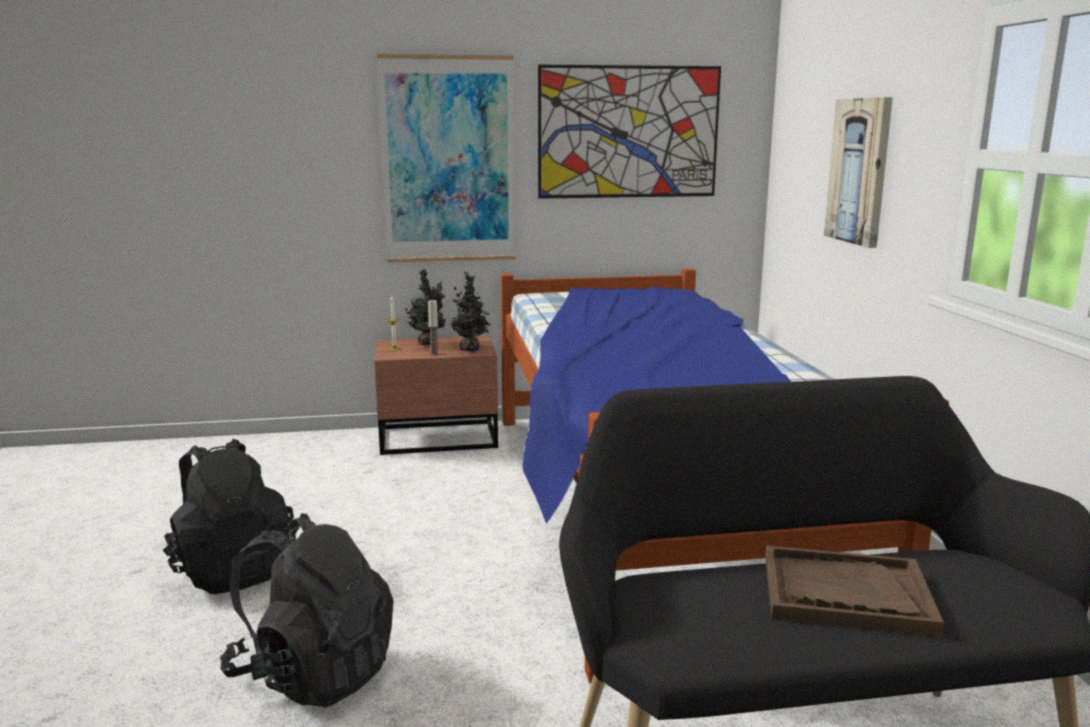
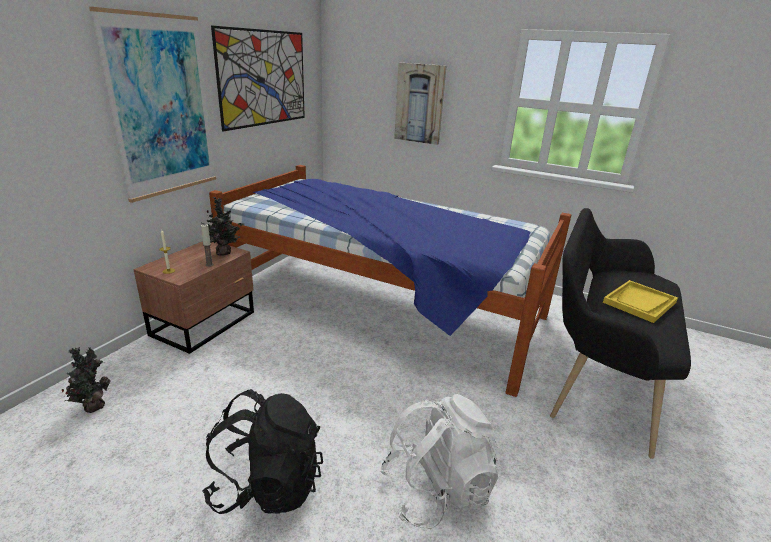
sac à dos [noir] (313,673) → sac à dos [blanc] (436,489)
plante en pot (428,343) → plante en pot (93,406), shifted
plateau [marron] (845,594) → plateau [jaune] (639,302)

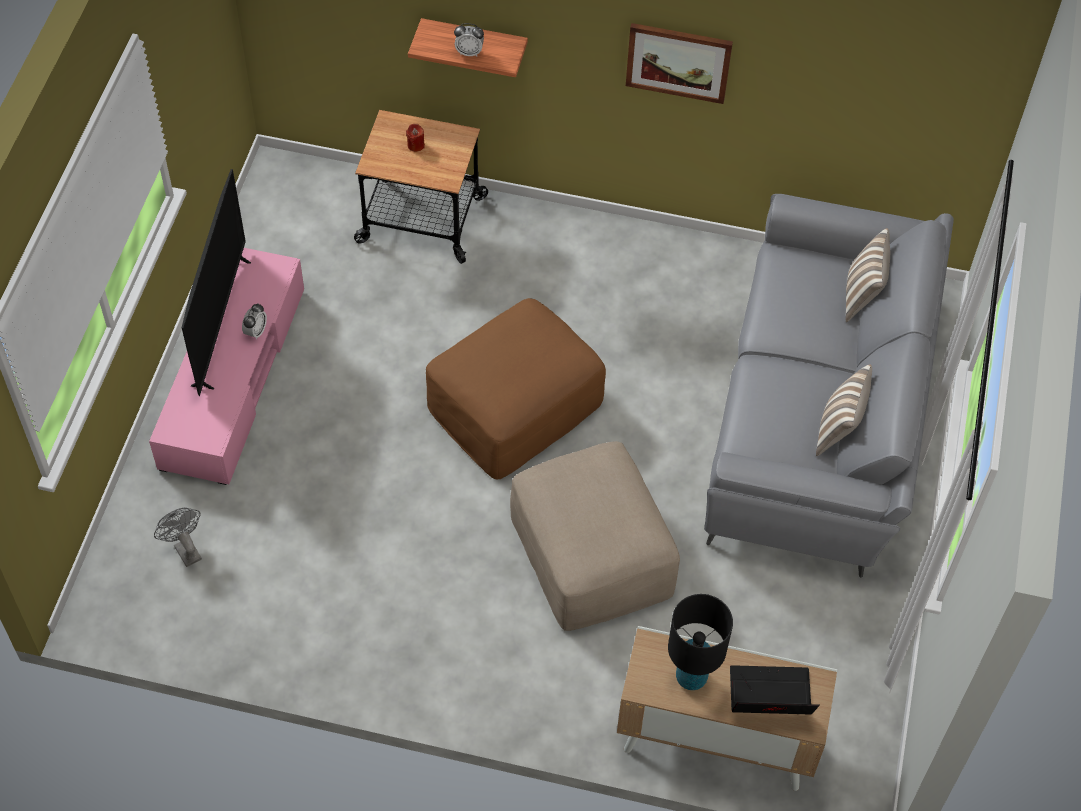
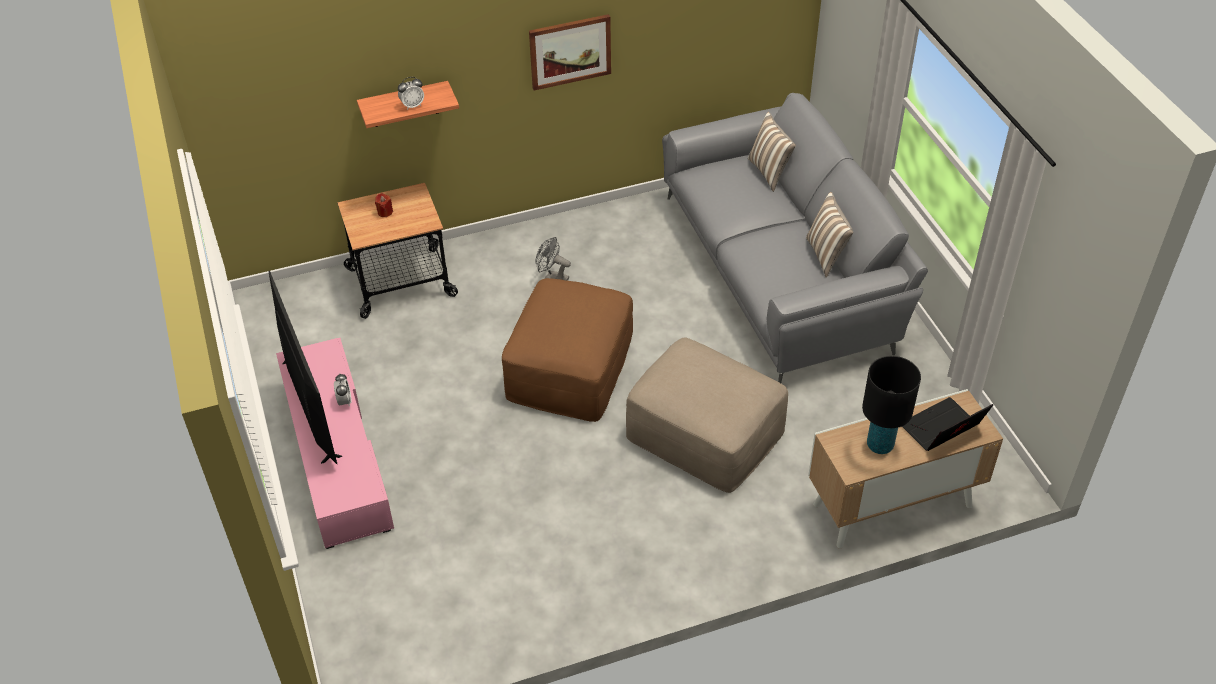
ventilateur [gris] (185,549) → ventilateur [gris] (552,278), shifted

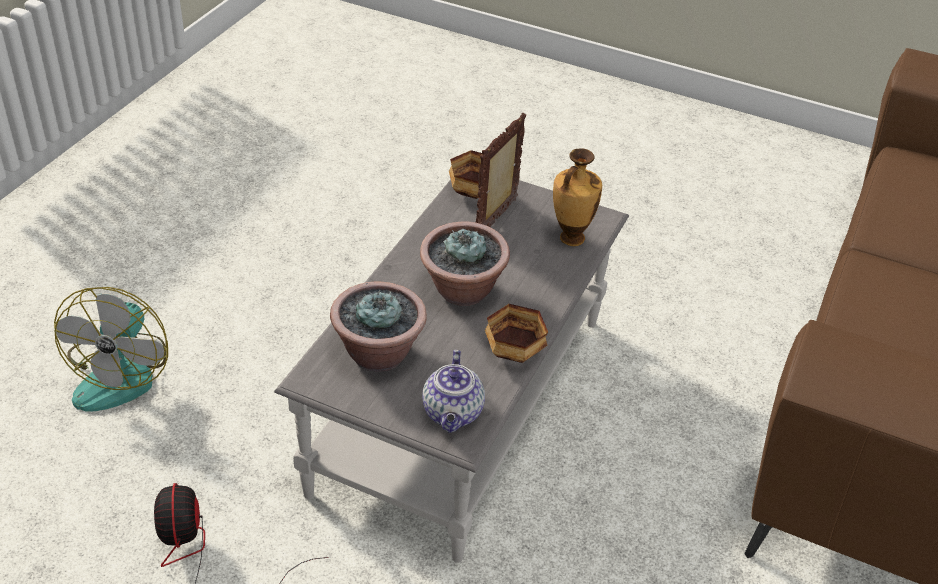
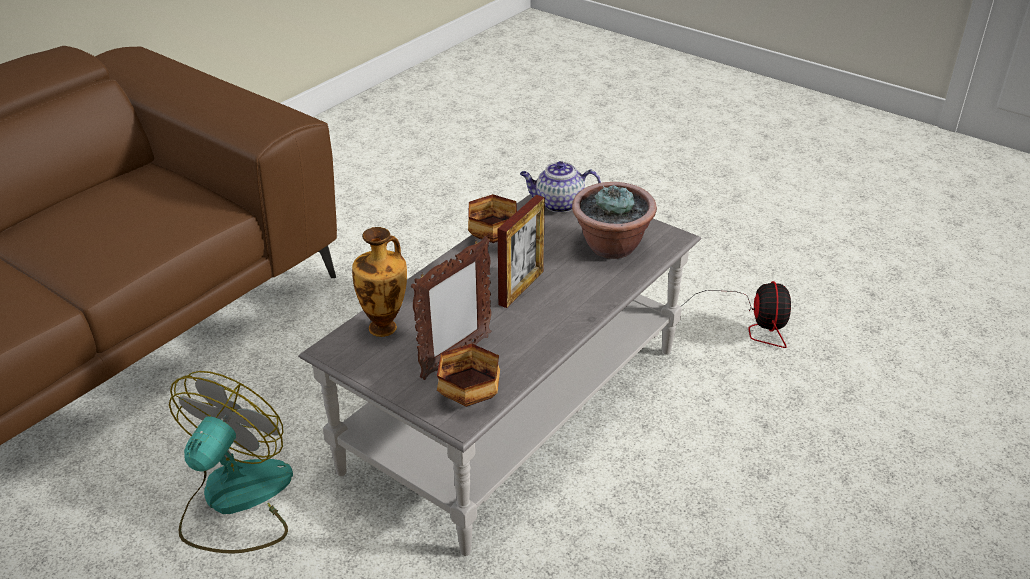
ventilateur (122,373) → ventilateur (235,501), shifted
plante en pot (462,291) → cadre photo (521,288)
théière (453,414) → théière (558,204), 105 degrees counterclockwise

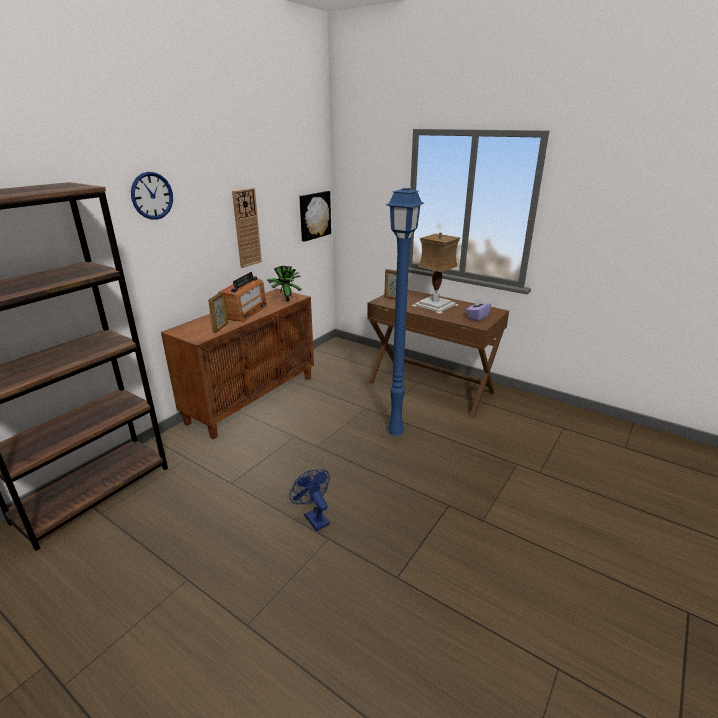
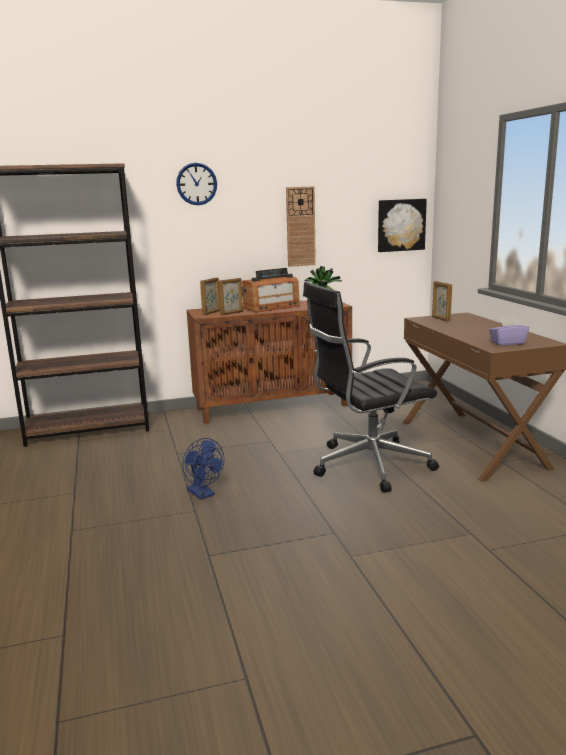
ventilateur [bleu] (313,517) → ventilateur [bleu] (203,494), 135 degrees clockwise
lampadaire [bleu] (394,432) → chaise de bureau [noir] (367,465)
lampe de table (435,305) → -
- → cadre photo (211,312)

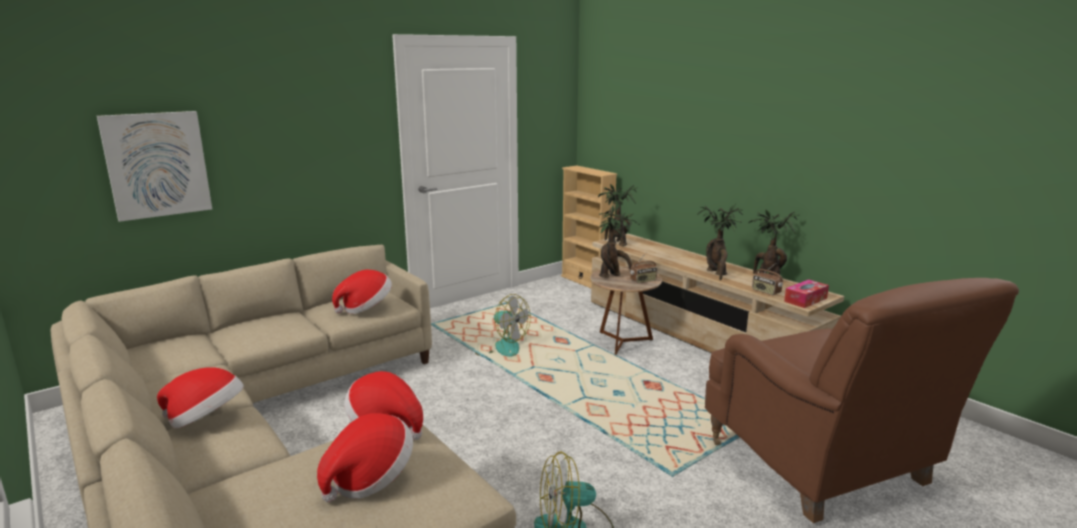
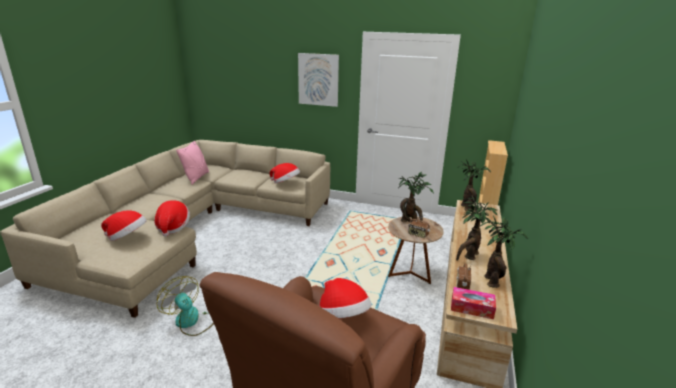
tableau (157,164) → tableau (318,79), shifted
chapeau (206,420) → chapeau (343,317), shifted
ventilateur (501,347) → -
- → coussin [rose] (196,178)

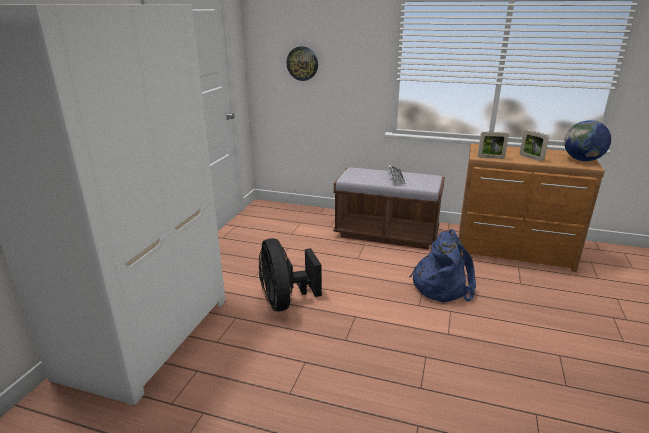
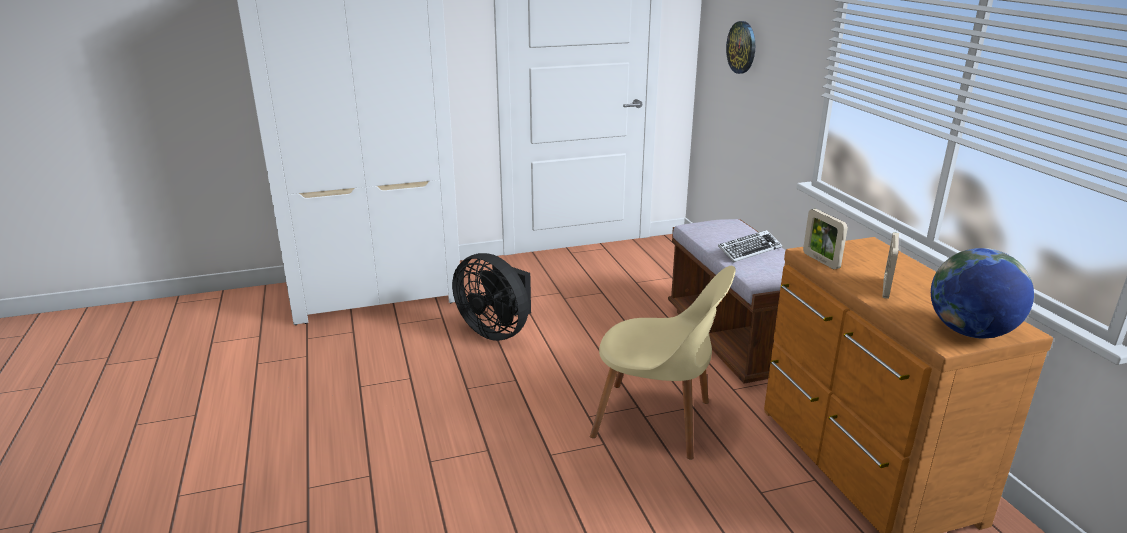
ventilateur [noir] (285,301) → ventilateur [noir] (496,330), 90 degrees counterclockwise
sac à dos [bleu] (441,286) → chaise [beige] (657,421)

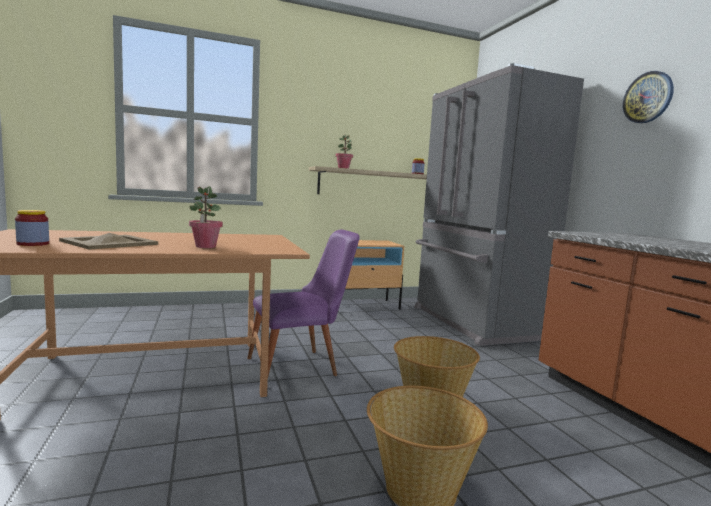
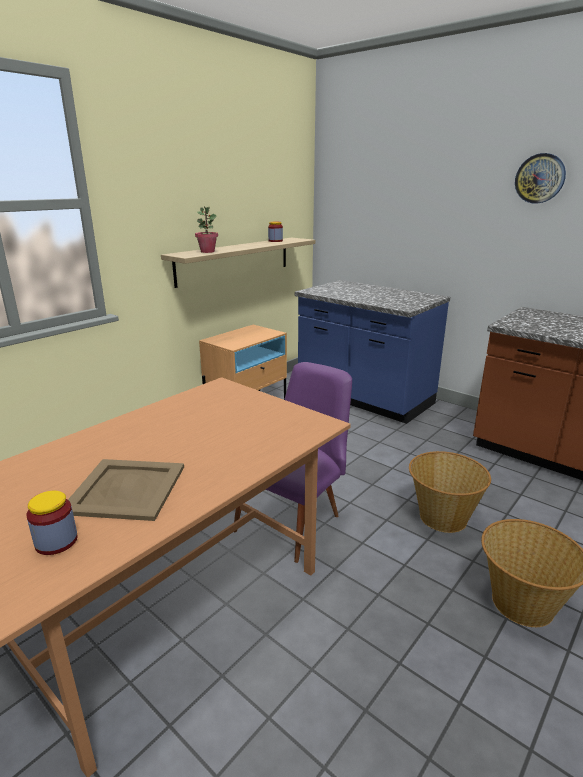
plante en pot (205,246) → -
réfrigérateur [gris] (472,323) → comptoir de cuisine [bleu] (364,398)

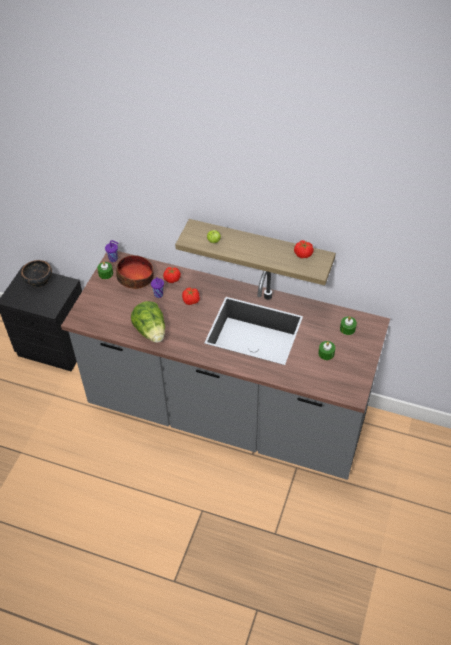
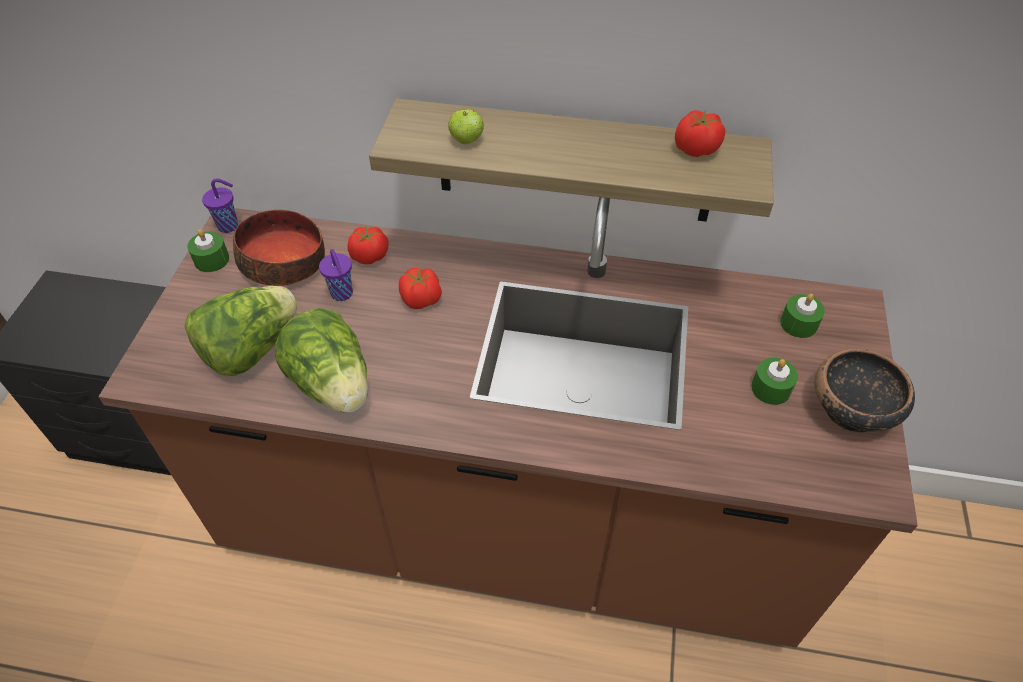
bol (38,280) → bol (851,410), shifted
comptoir de cuisine [gris] (227,414) → comptoir de cuisine [marron] (511,526)
- → laitue (251,349)

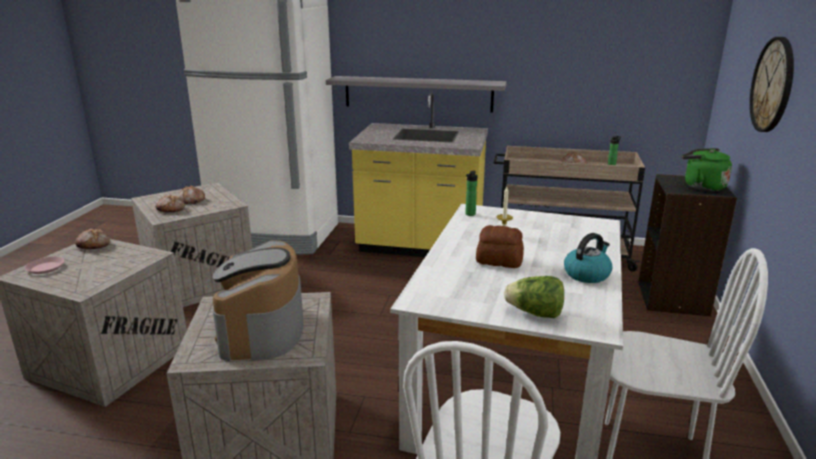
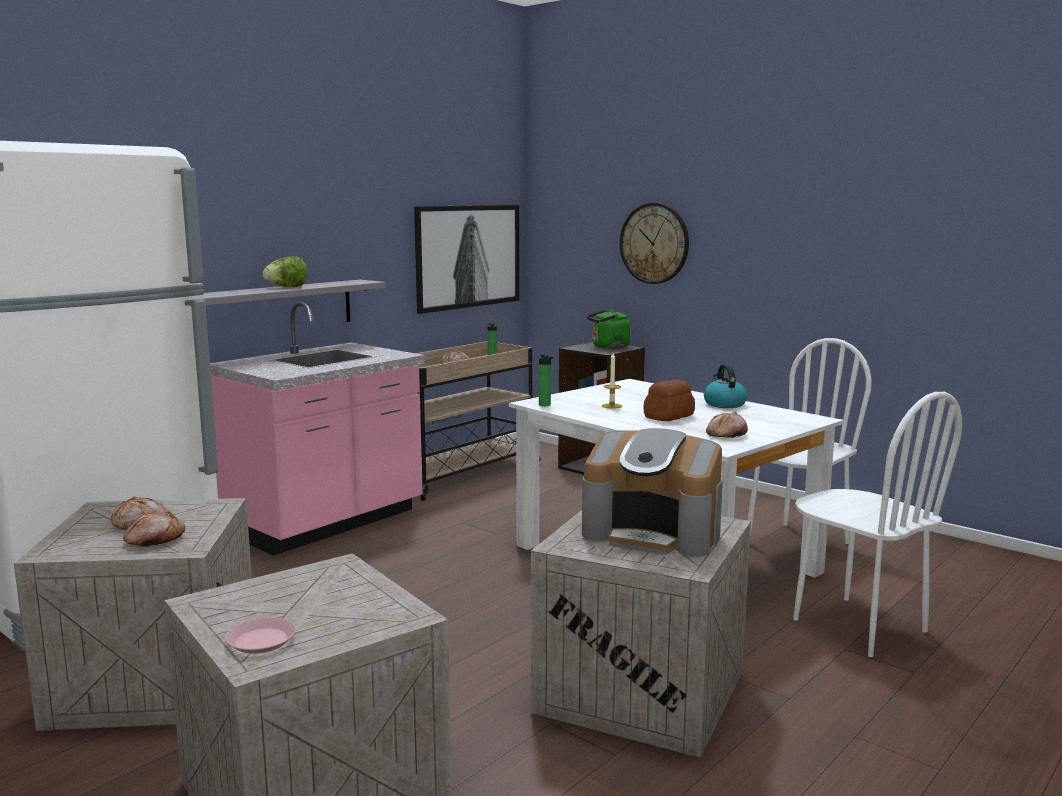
pain (94,245) → pain (726,434), shifted
comptoir de cuisine [jaune] (420,246) → comptoir de cuisine [rose] (325,522)
laitue (535,313) → laitue (286,287), shifted
- → tableau (467,256)

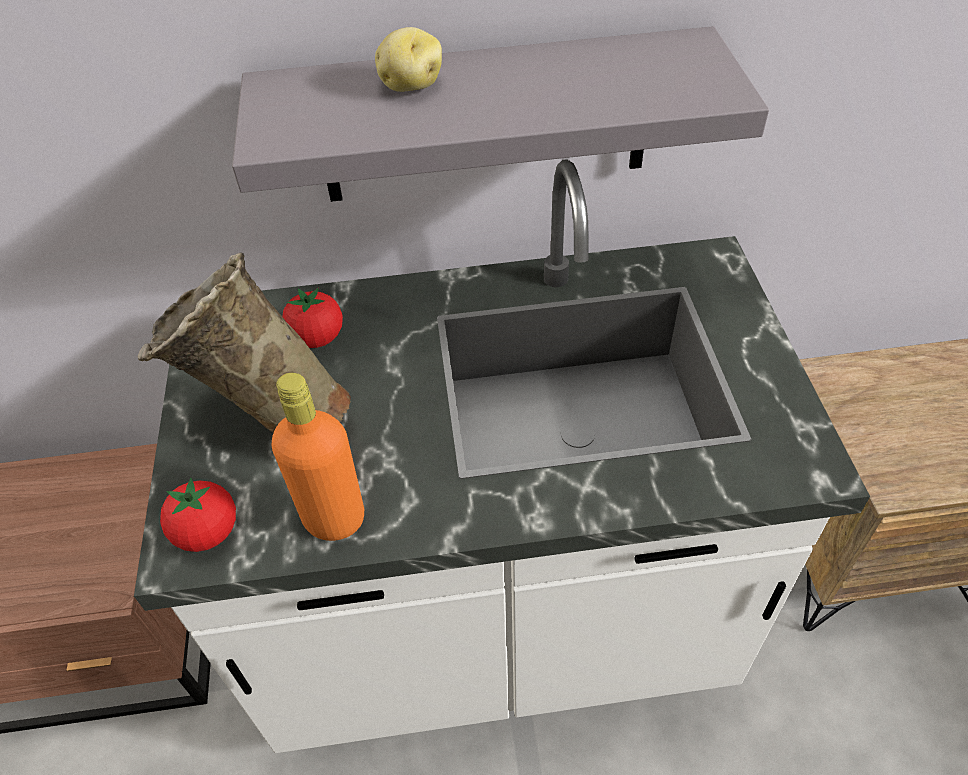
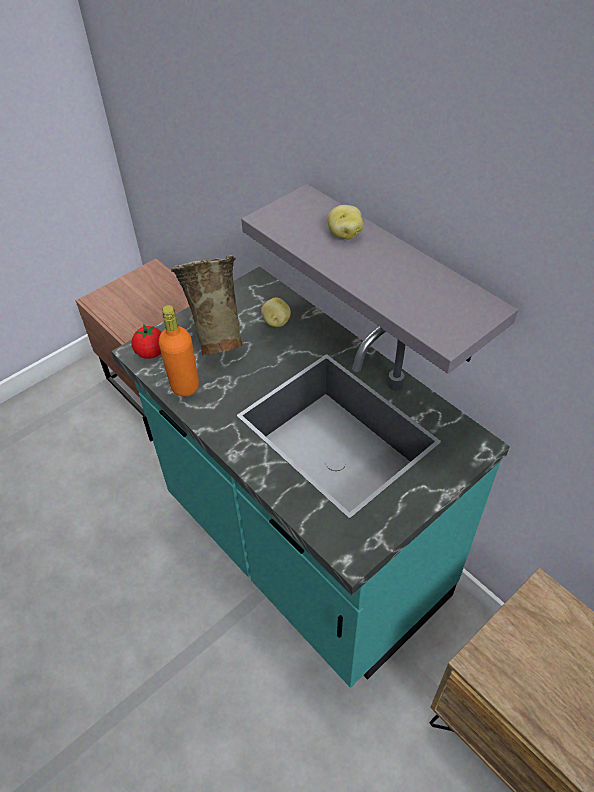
comptoir de cuisine [blanc] (496,630) → comptoir de cuisine [turquoise] (302,550)
tomate (317,338) → pomme de terre (276,322)

